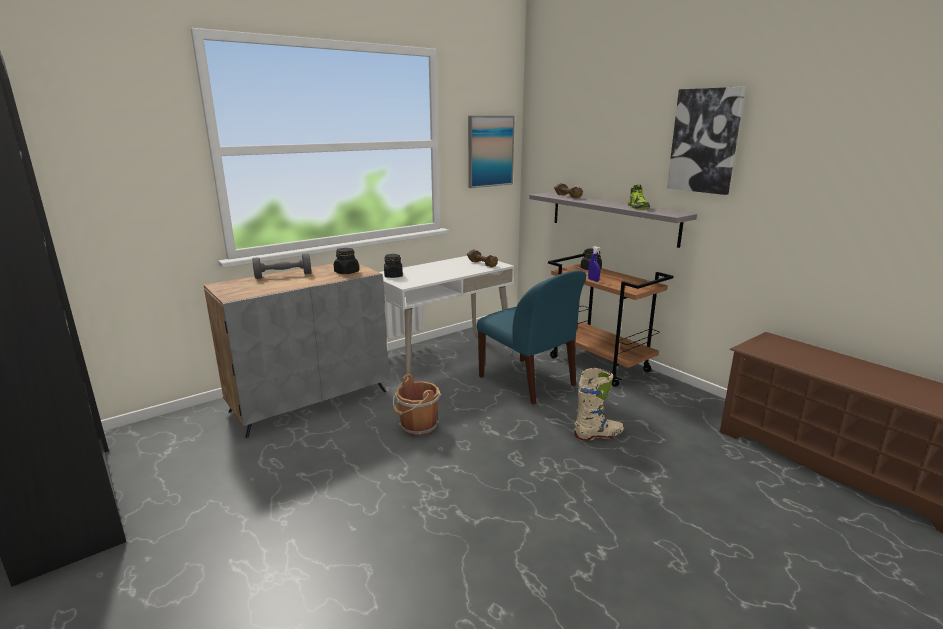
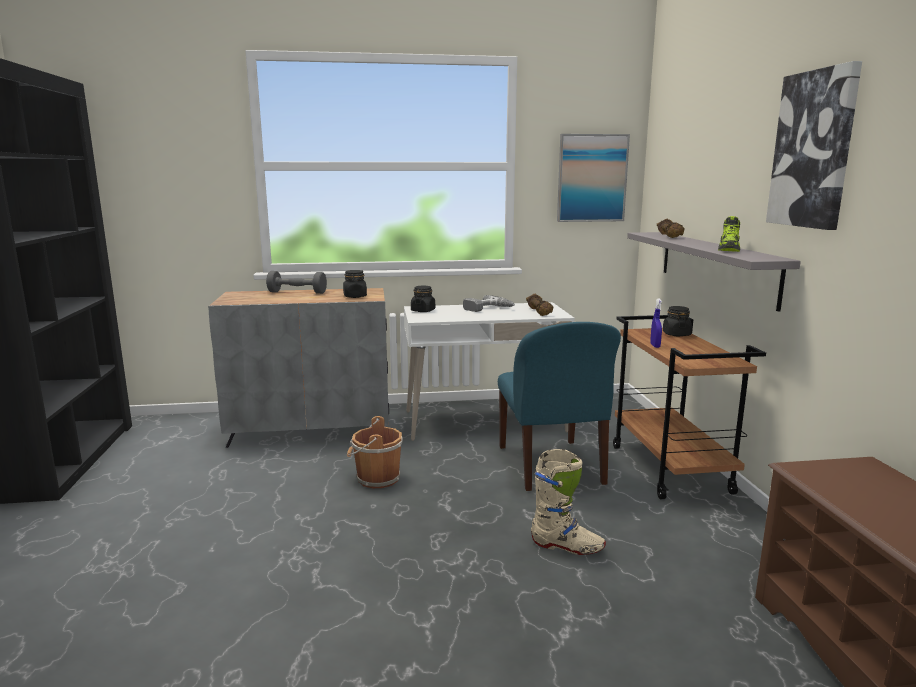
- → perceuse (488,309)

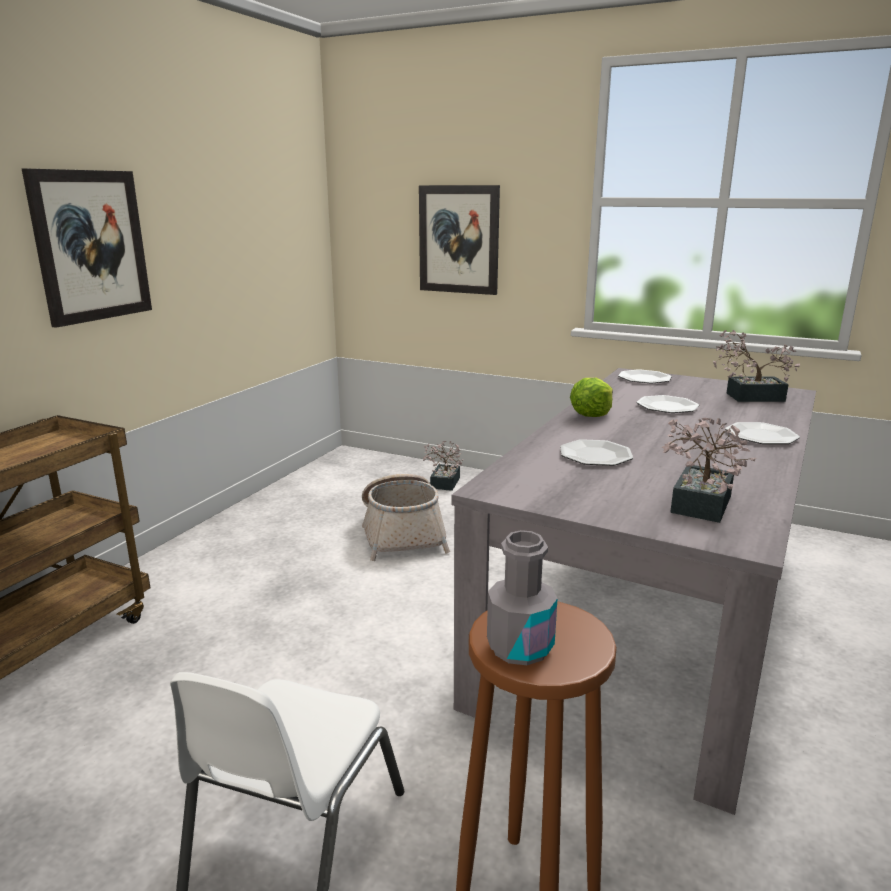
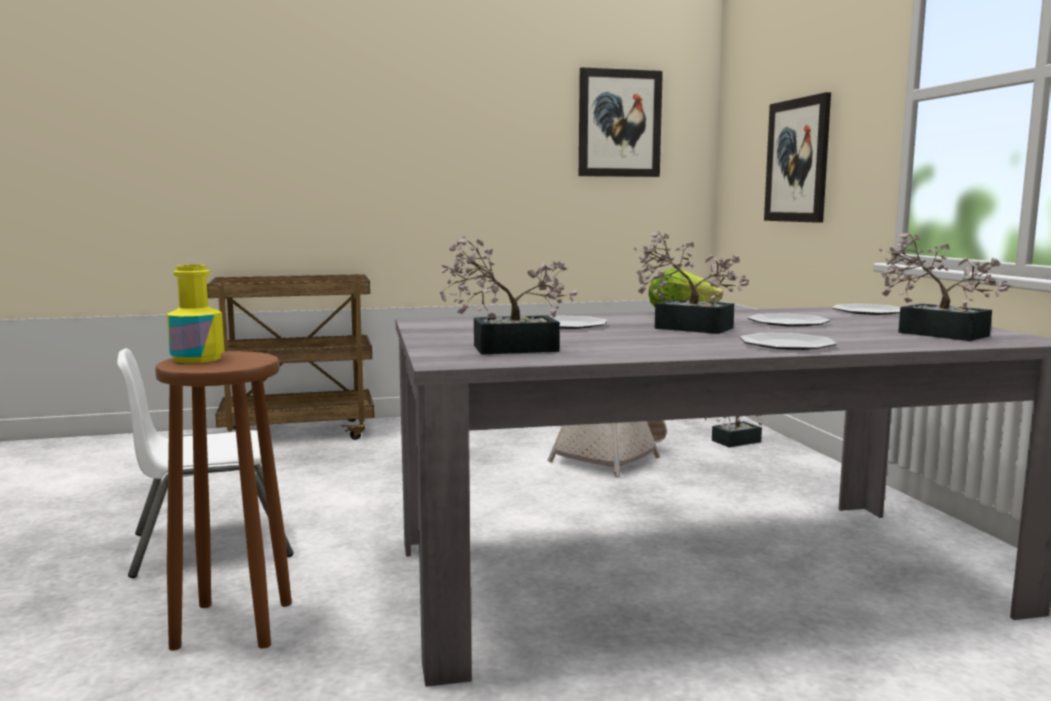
tableau (91,246) → tableau (619,123), shifted
bouteille [gris] (520,647) → bouteille [jaune] (197,359)
- → plante en pot (685,327)

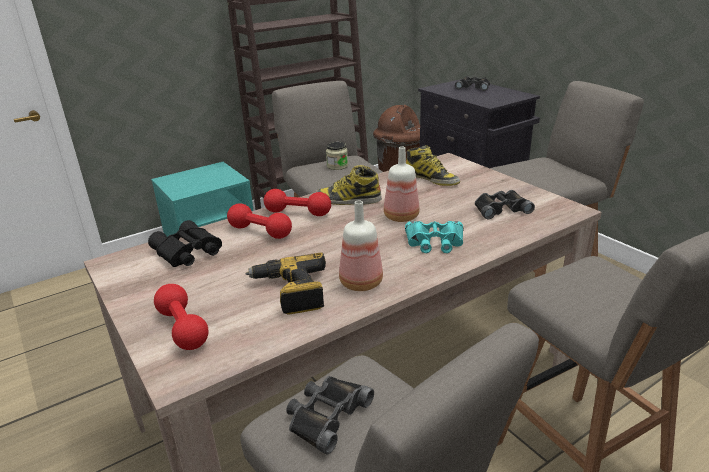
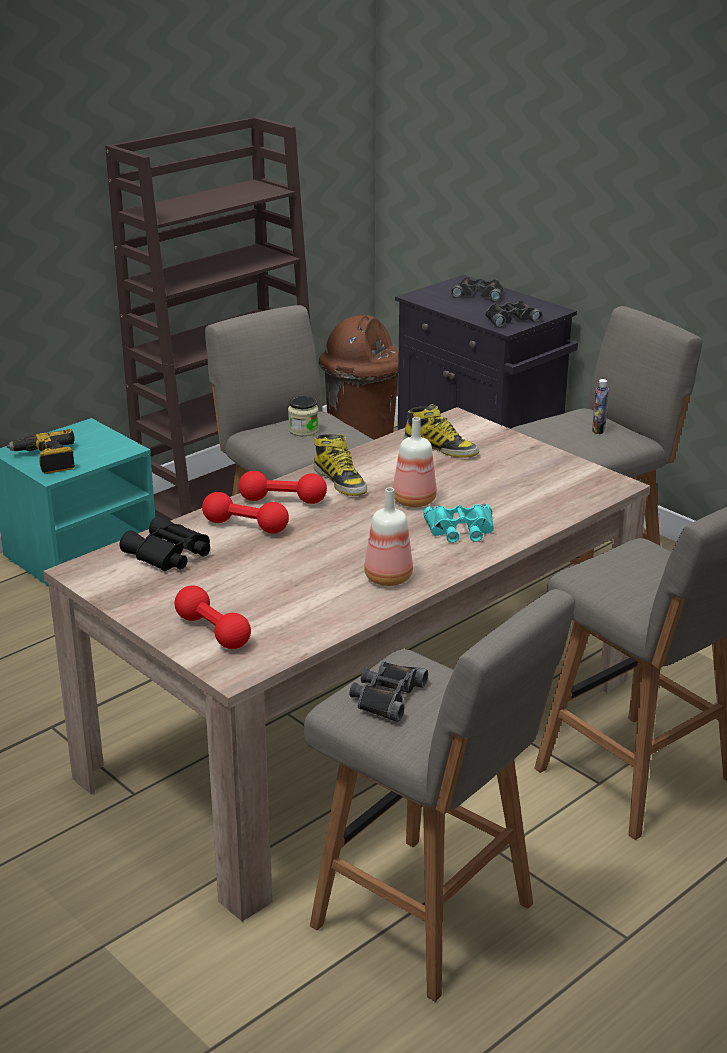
perceuse (291,292) → perceuse (46,460), shifted
botte (348,200) → botte (340,481), 120 degrees counterclockwise
jumelles [noir] (500,209) → jumelles [noir] (510,319), shifted
- → bouteille (598,430)

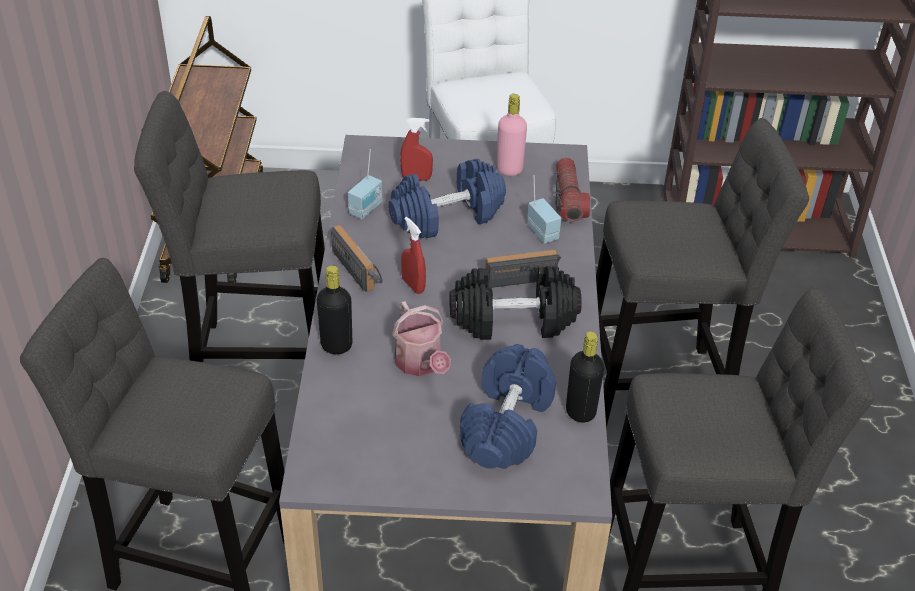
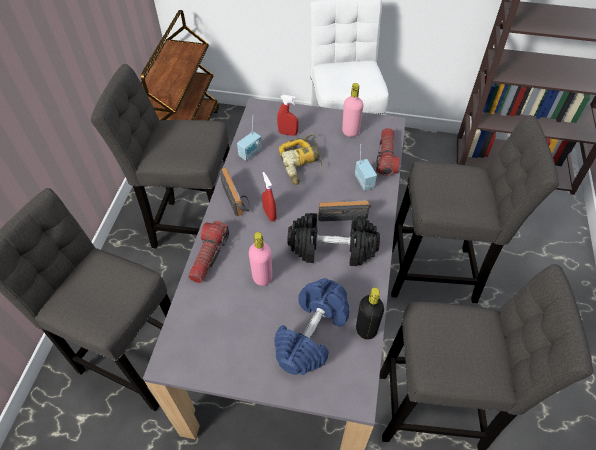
bouteille [noir] (336,345) → lampe de poche (209,256)
haltère [bleu] (447,216) → perceuse (302,164)
arrosoir (421,364) → bouteille [rose] (262,277)

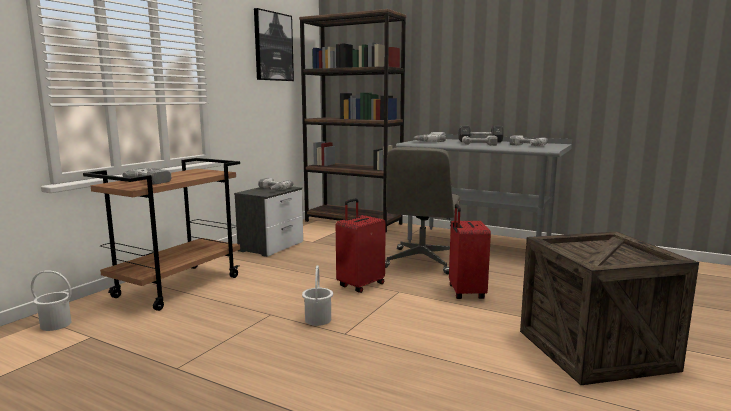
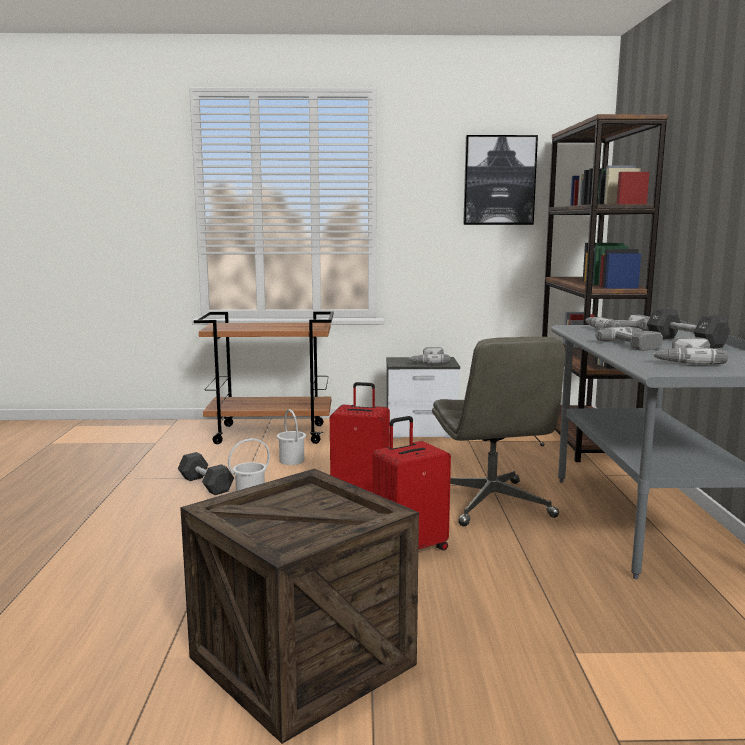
seau [blanc] (56,324) → seau [blanc] (292,460), shifted
perceuse (155,180) → -
chaise de bureau [gris] (421,261) → chaise de bureau [gris] (492,503), 90 degrees counterclockwise
- → haltère [noir] (206,484)

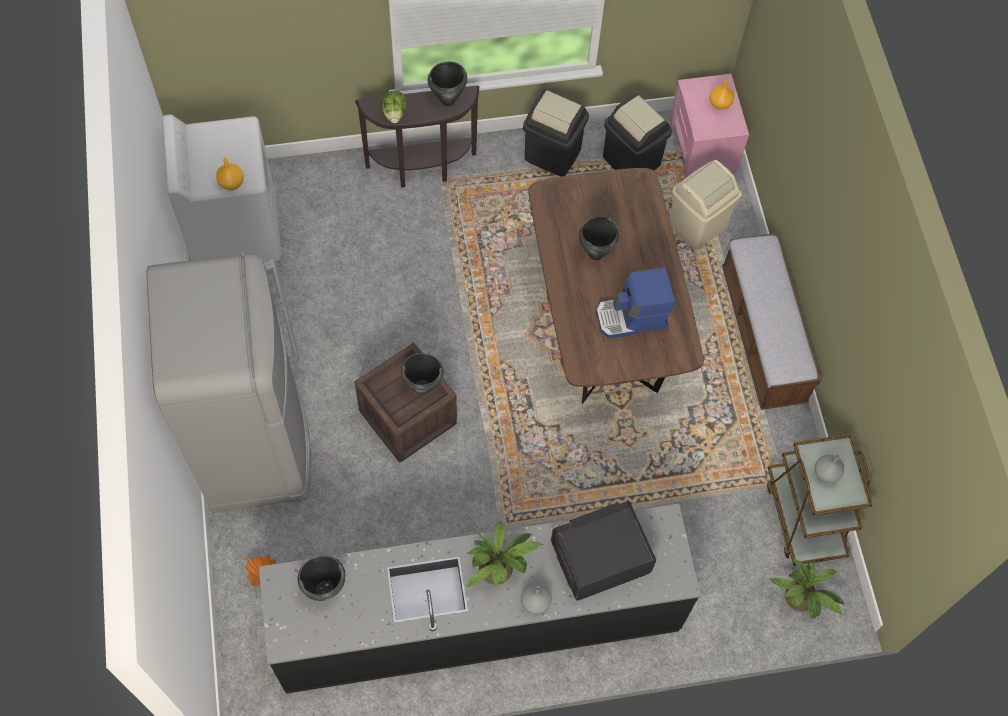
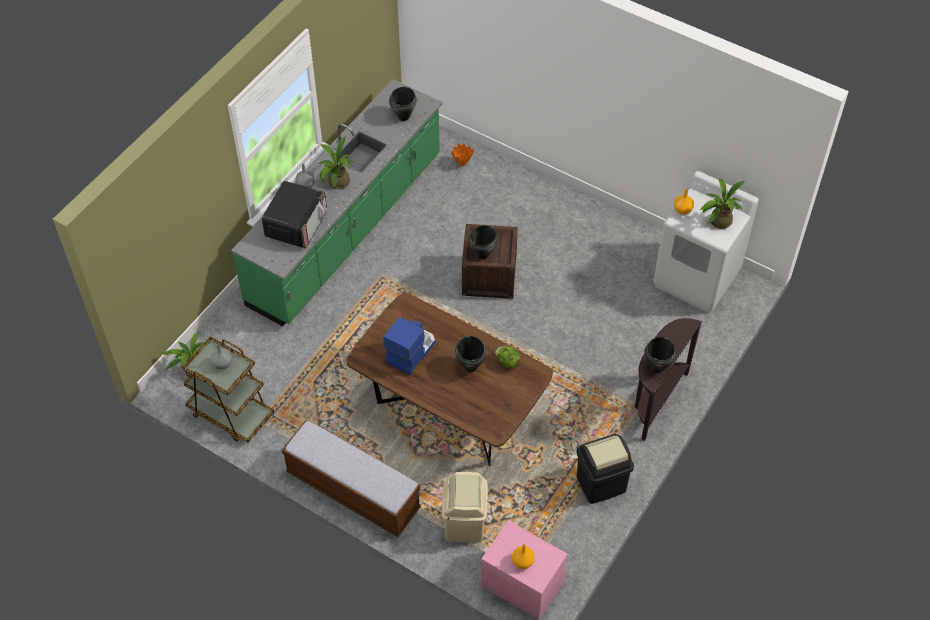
réfrigérateur [gris] (257,447) → -
comptoir de cuisine [noir] (478,619) → comptoir de cuisine [vert] (347,230)
laitue (394,114) → laitue (507,362), shifted
poubelle [noir] (632,160) → -
- → plante en pot (717,222)

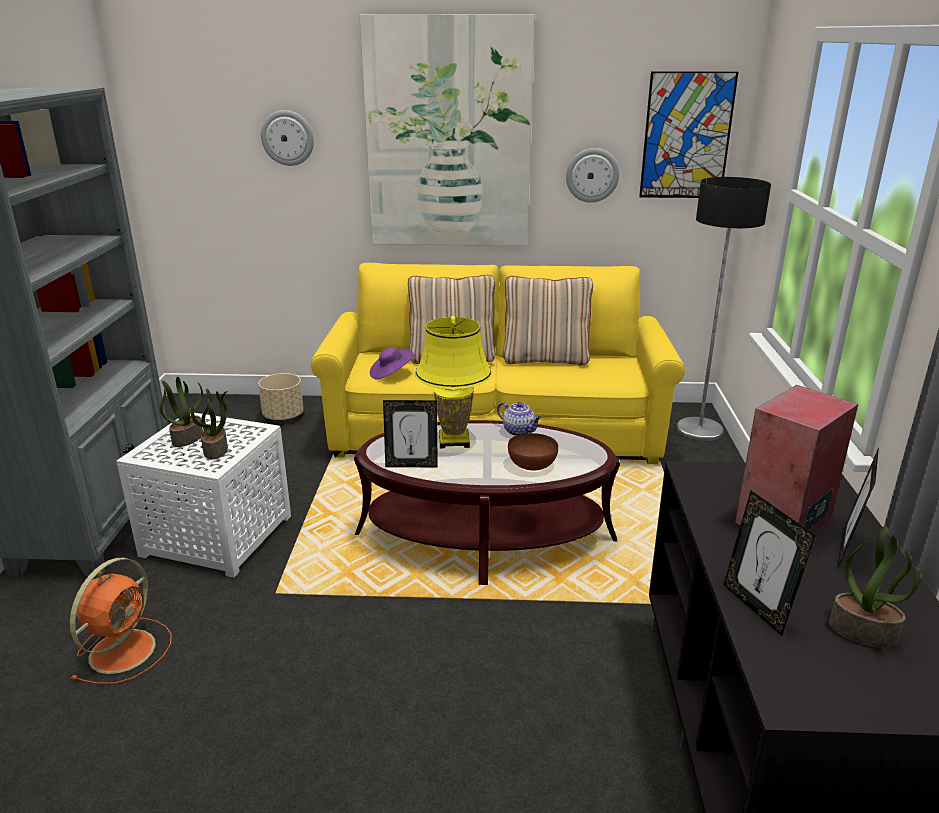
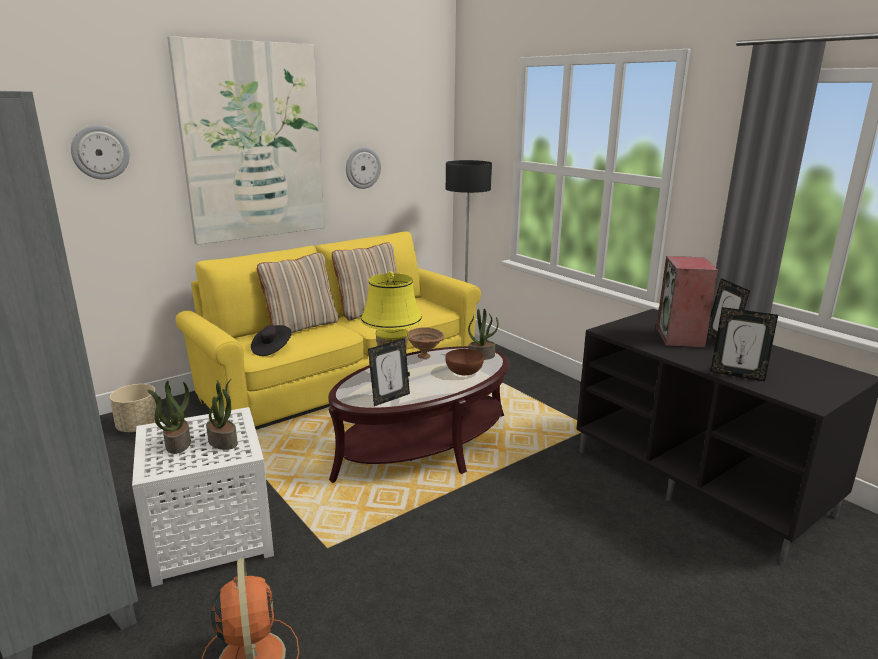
chapeau [violet] (391,374) → chapeau [noir] (272,349)
théière (519,431) → bol [marron] (425,356)
tableau (686,136) → -
plante en pot (863,631) → plante en pot (481,356), shifted

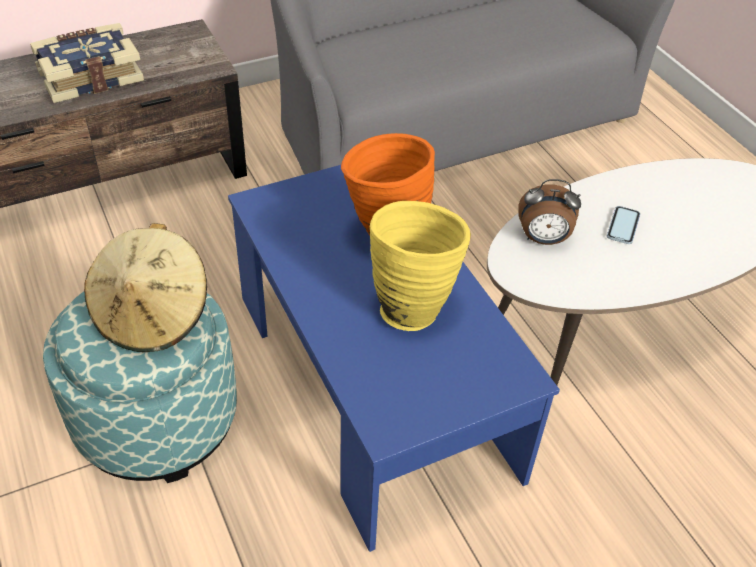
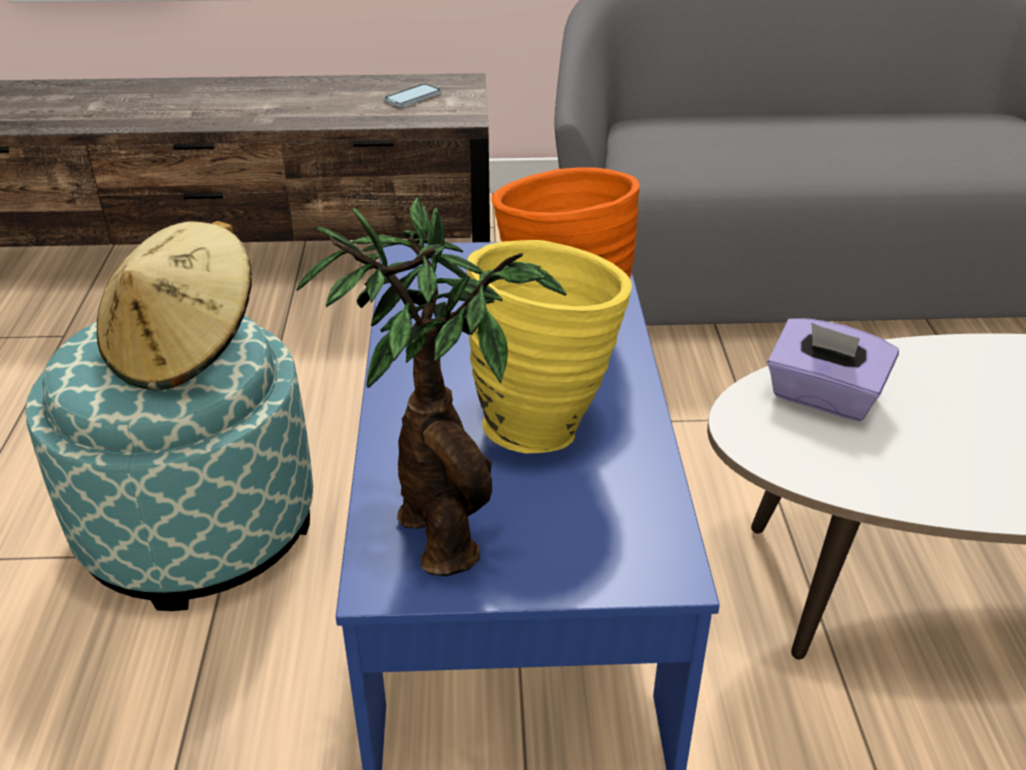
livre (90,76) → -
réveil (543,239) → boîte à mouchoirs [violet] (823,397)
téléphone (623,226) → téléphone (413,97), shifted
- → plante en pot (441,527)

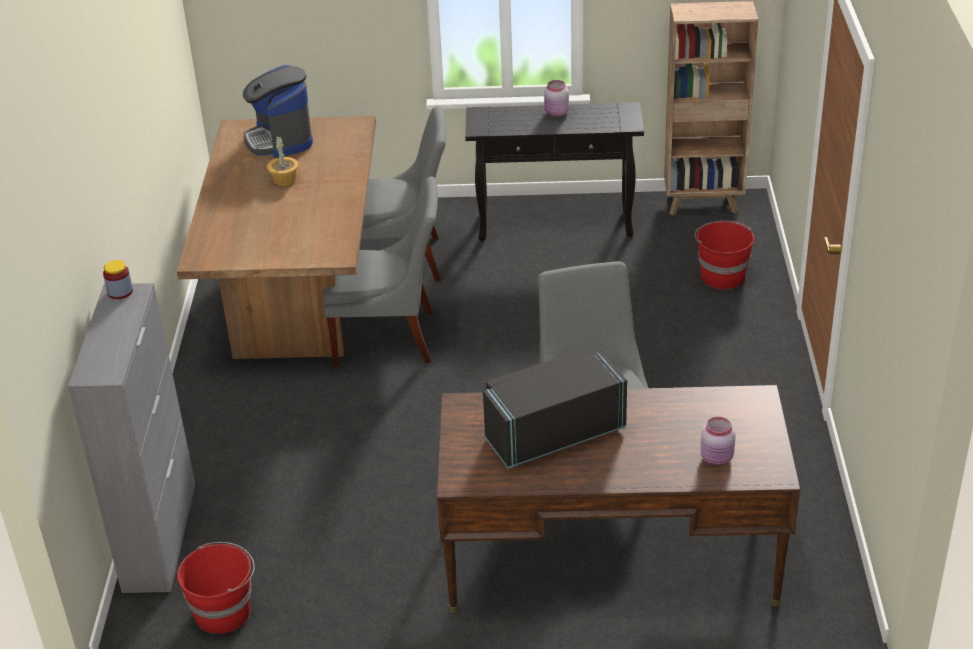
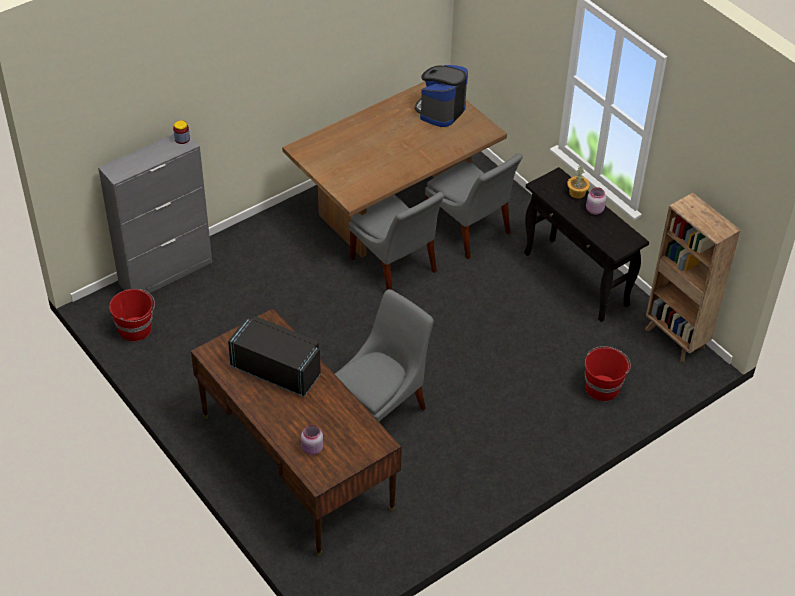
plante en pot (285,180) → plante en pot (577,193), shifted

